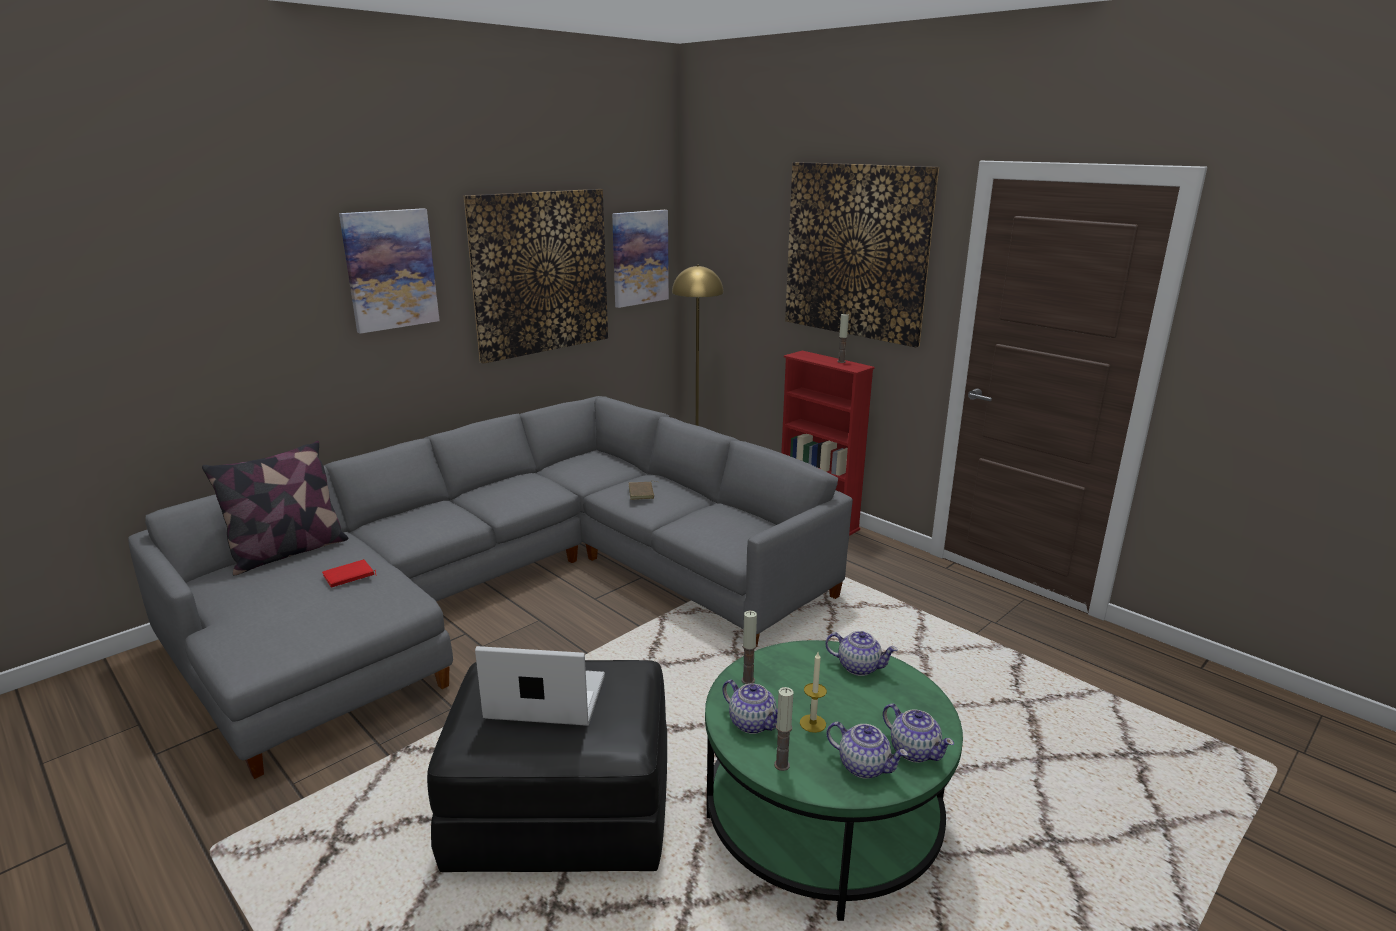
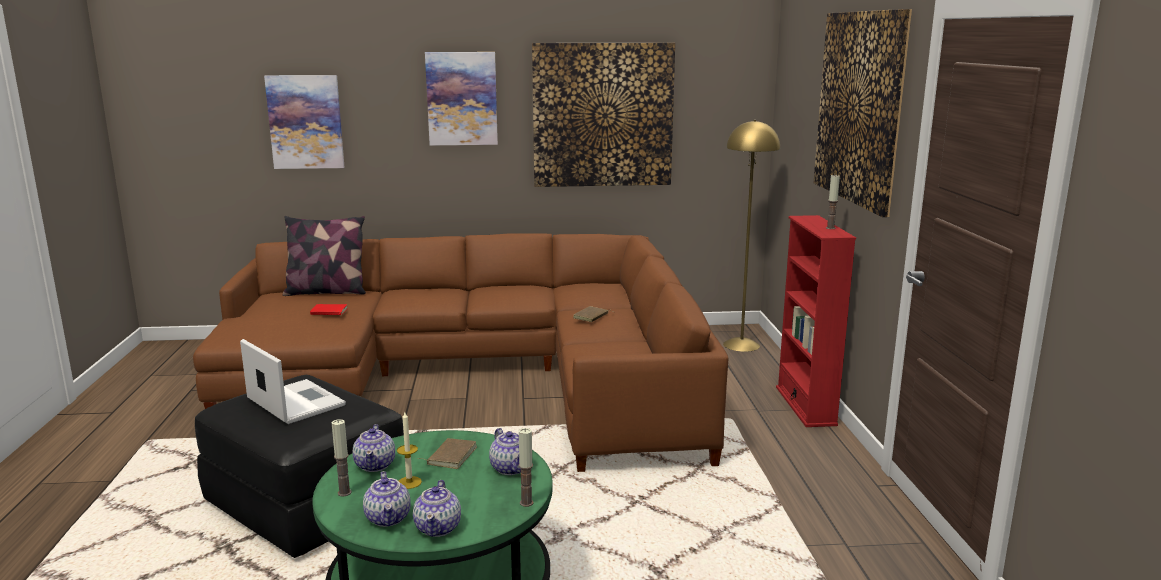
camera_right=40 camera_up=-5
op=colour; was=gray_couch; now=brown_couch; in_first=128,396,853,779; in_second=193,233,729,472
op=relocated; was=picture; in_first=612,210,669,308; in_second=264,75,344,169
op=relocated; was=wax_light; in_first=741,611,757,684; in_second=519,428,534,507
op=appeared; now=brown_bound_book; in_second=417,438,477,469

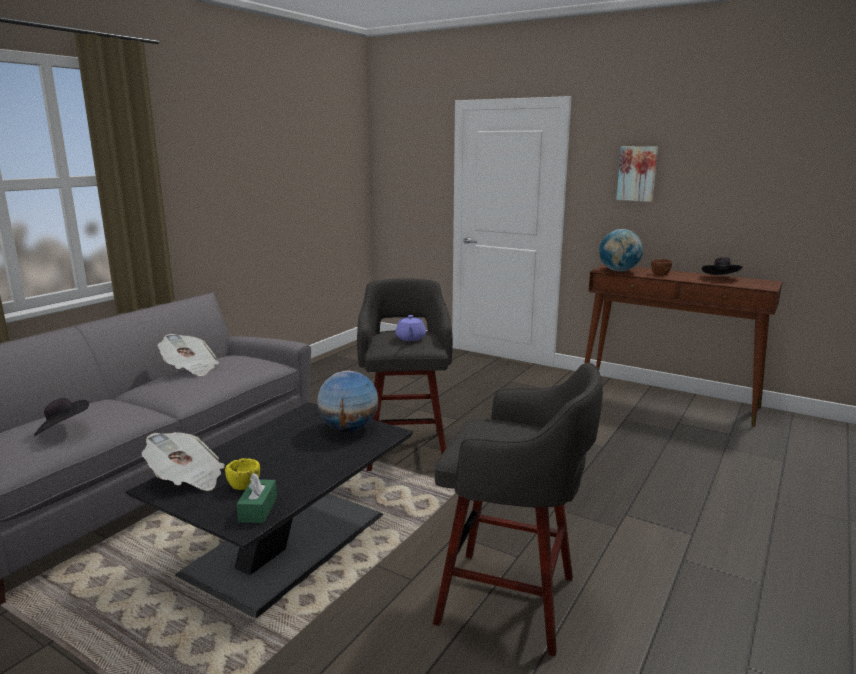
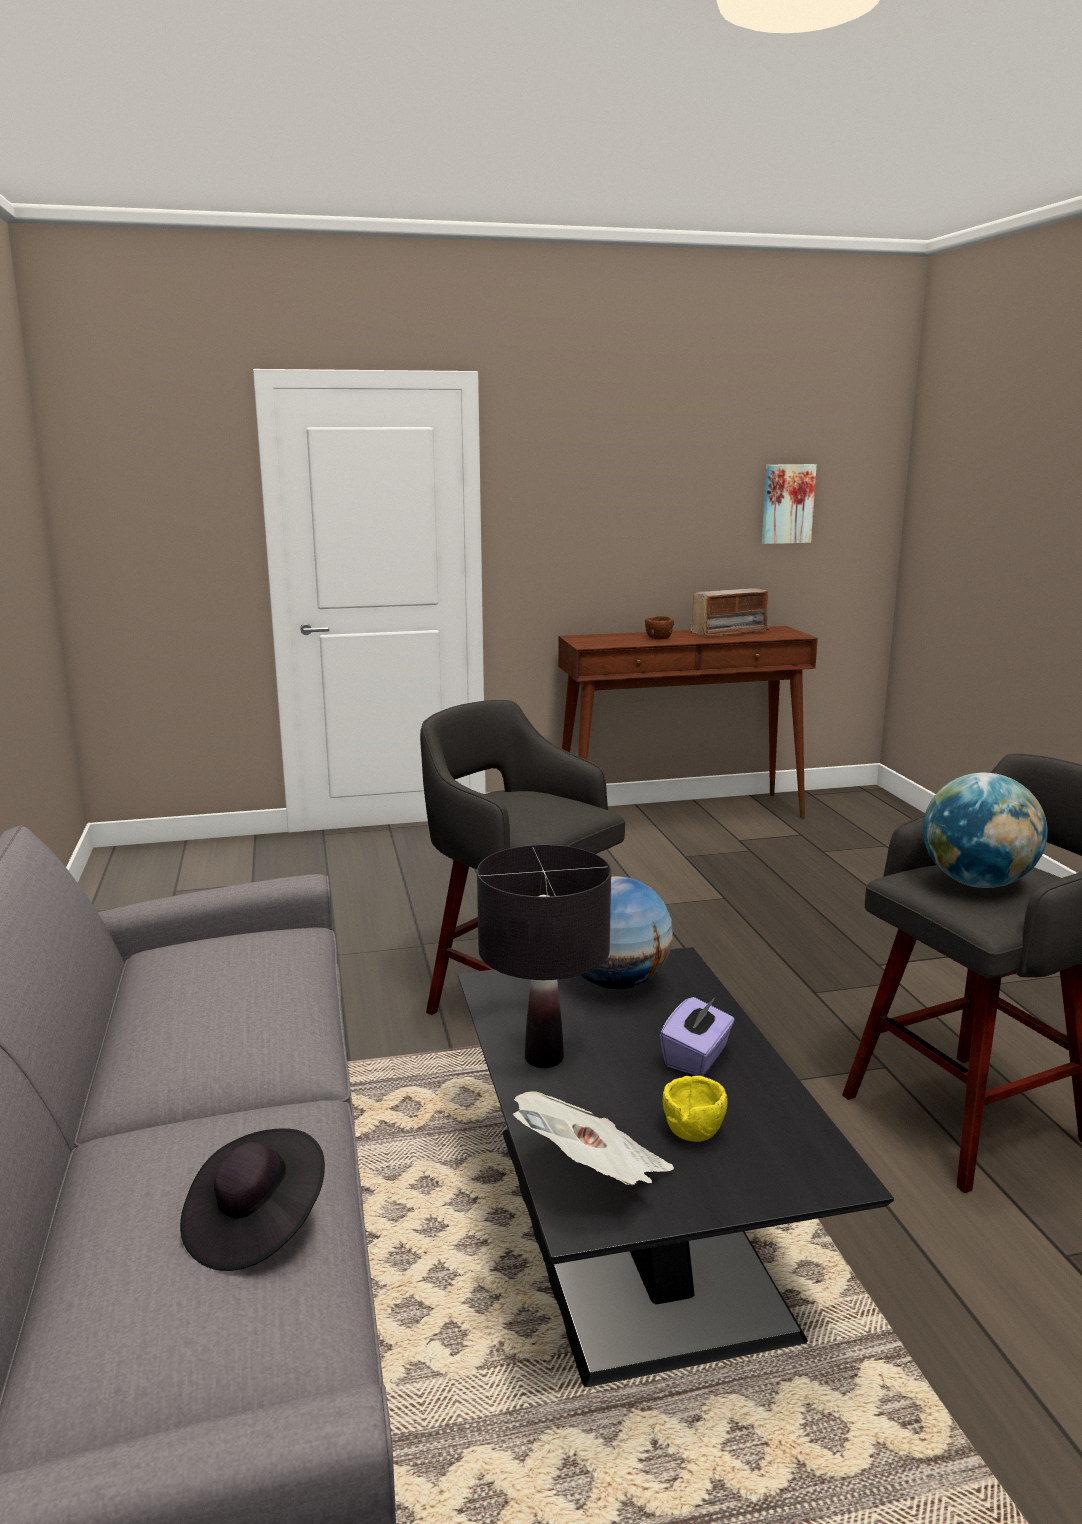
camera_right=-45 camera_up=0
op=missing; was=newspaper; in_first=158,334,219,376
op=missing; was=greenish_tissue_holder; in_first=237,473,277,523
op=missing; was=purplish_teapot; in_first=395,315,426,341
op=relocated; was=globe; in_first=599,229,643,271; in_second=923,773,1047,888
op=relocated; was=picture; in_first=616,146,658,202; in_second=762,464,817,544
op=exchanged; was=black_wearable_hat; now=radio_set; in_first=702,257,742,275; in_second=690,588,770,637
op=appeared; now=black_tabletop_lamp; in_second=477,845,611,1068
op=appeared; now=purplish_tissue_holder; in_second=660,997,735,1076

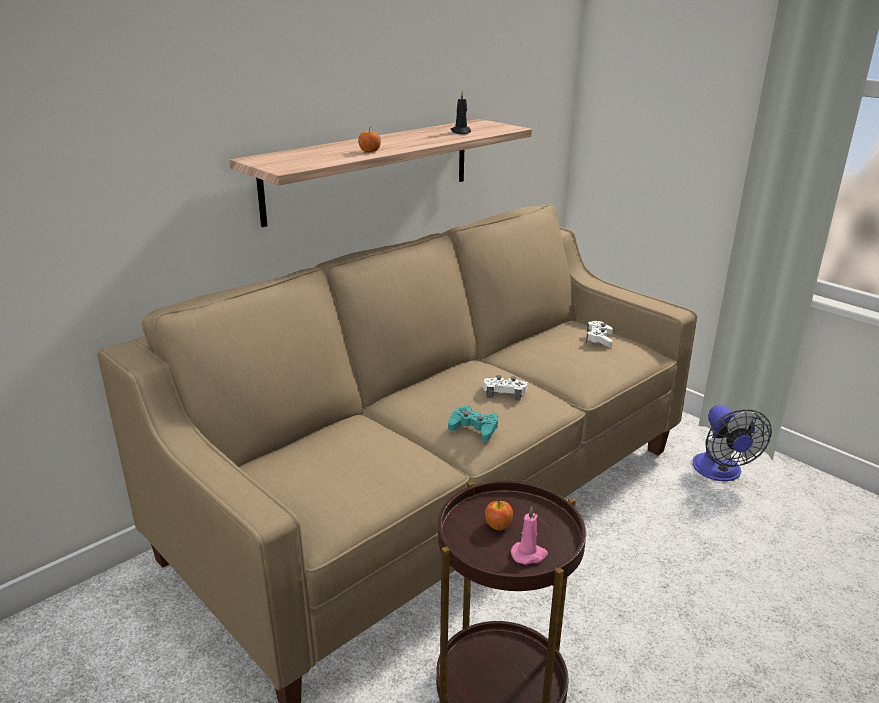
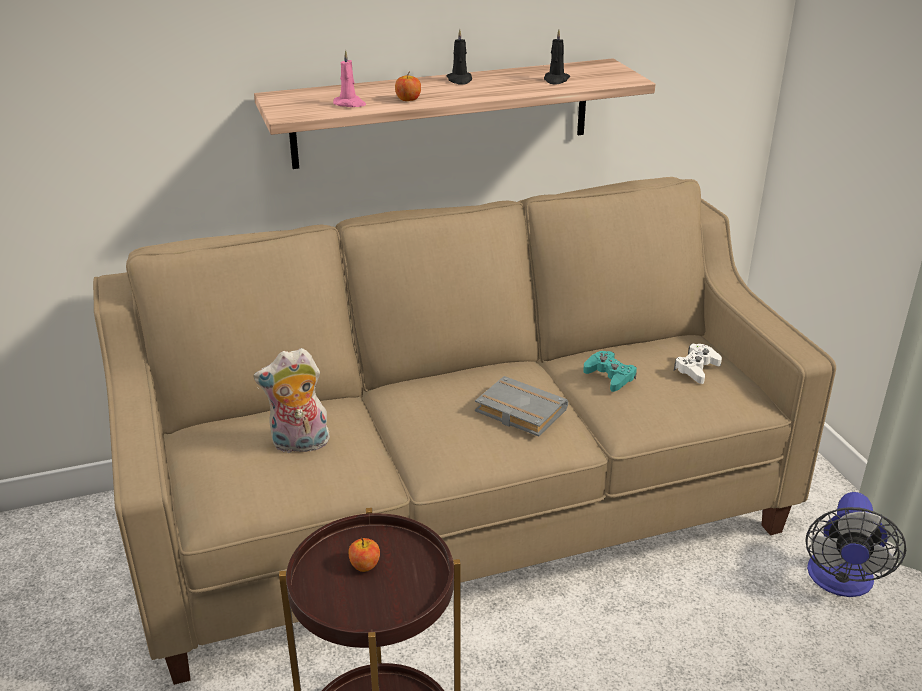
camera_right=25 camera_up=5
op=relocated; was=turquoise-coloured_gamepad; in_first=448,406,498,442; in_second=583,351,637,392
op=exchanged; was=white_gamepad; now=gray_bound_book; in_first=484,375,528,401; in_second=475,376,568,437
op=relocated; was=pink_wax_light; in_first=511,506,548,565; in_second=333,50,366,107
op=appeared; now=soft_toy; in_second=253,348,330,453
op=appeared; now=black_wax_light; in_second=446,29,472,85

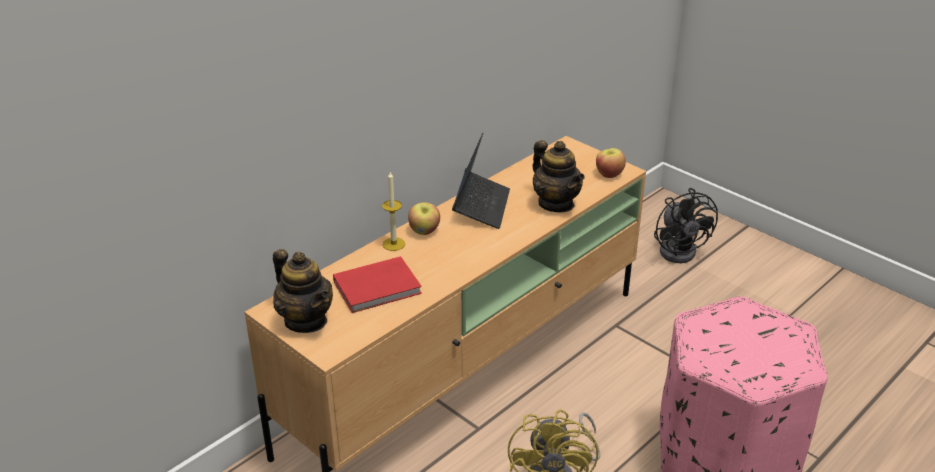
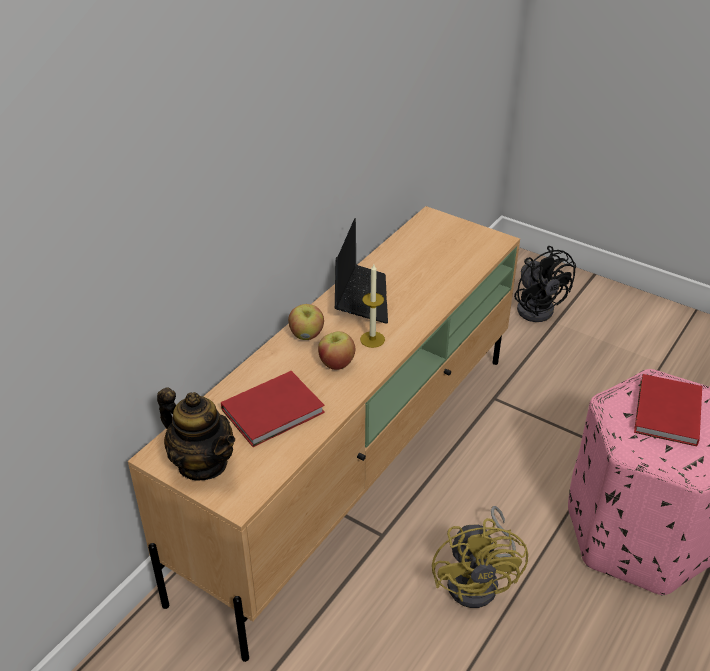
camera_right=-10 camera_up=5
op=relocated; was=wax_light; in_first=382,172,405,251; in_second=360,264,385,348
op=missing; was=teapot; in_first=533,140,585,212
op=relocated; was=apple; in_first=596,148,626,178; in_second=318,331,355,370
op=appeared; now=red_bound_book; in_second=634,374,702,446

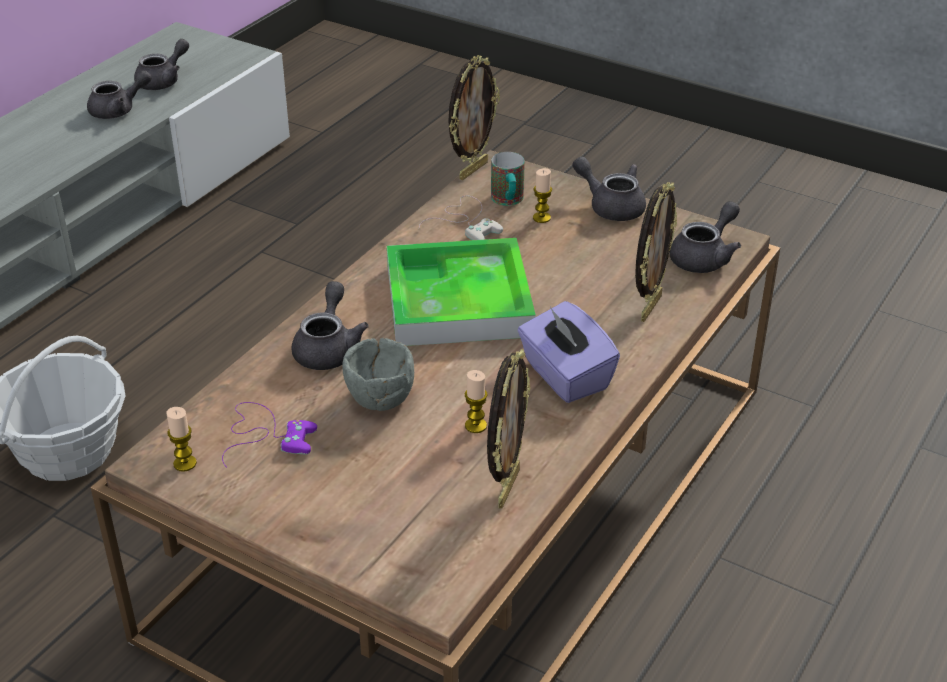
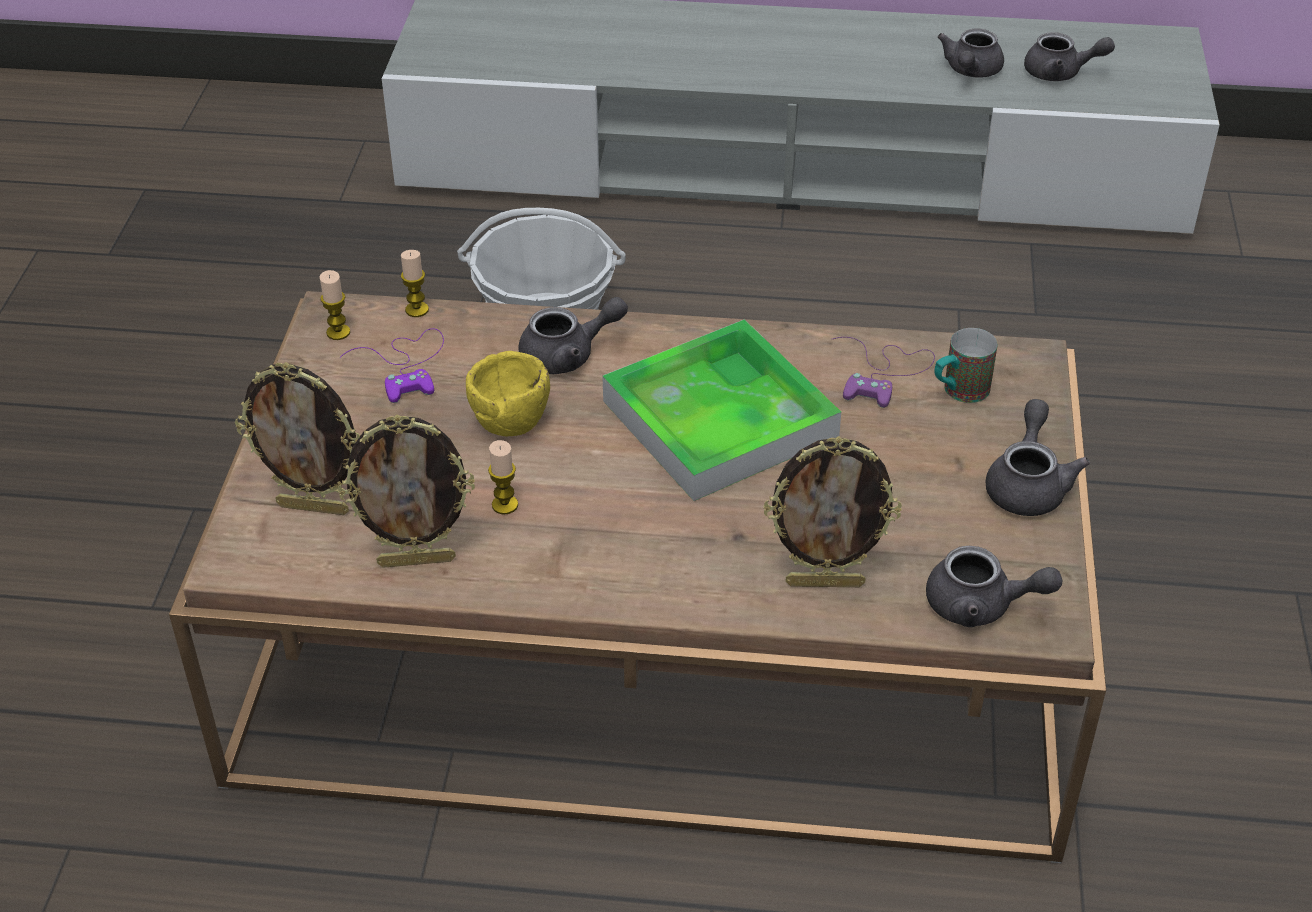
camera_right=65 camera_up=5
op=spun; was=gray_teapot; in_first=87,70,152,119; in_second=938,28,1004,78; clockwise=75
op=colour; was=gray_serving_bowl; now=yellowish_serving_bowl; in_first=342,338,414,411; in_second=466,351,550,436
op=colour; was=white_gamepad; now=purplish_gamepad; in_first=419,196,503,240; in_second=831,337,935,408
op=relocated; was=standing_frame; in_first=448,55,500,180; in_second=235,362,360,515
op=missing; was=purplish_tissue_holder; in_first=517,301,620,403
op=relocated; was=wax_light; in_first=533,168,552,223; in_second=401,250,429,317

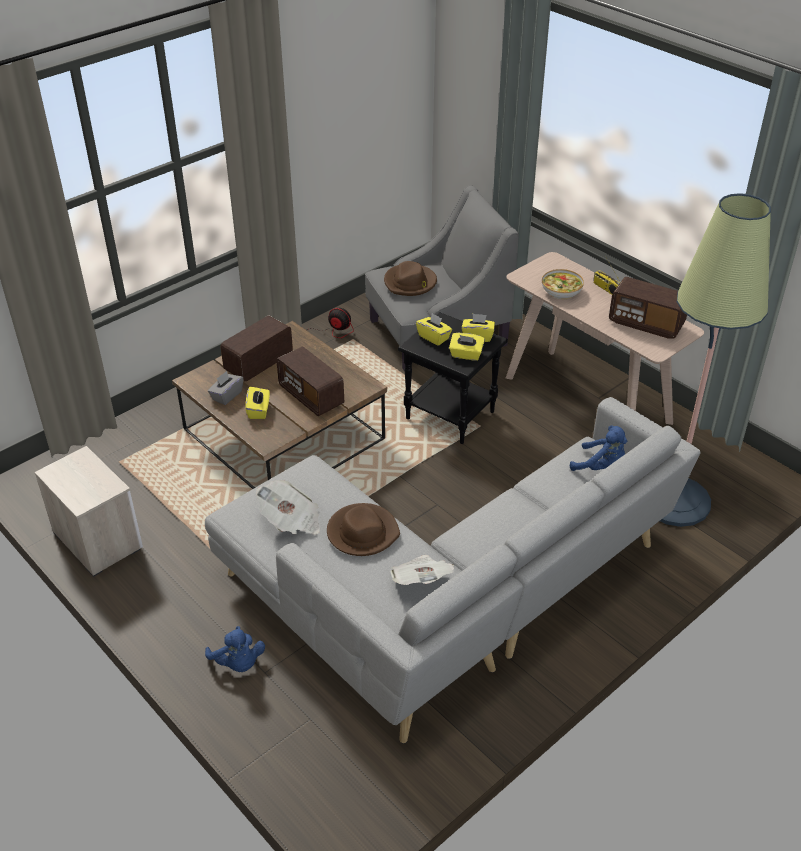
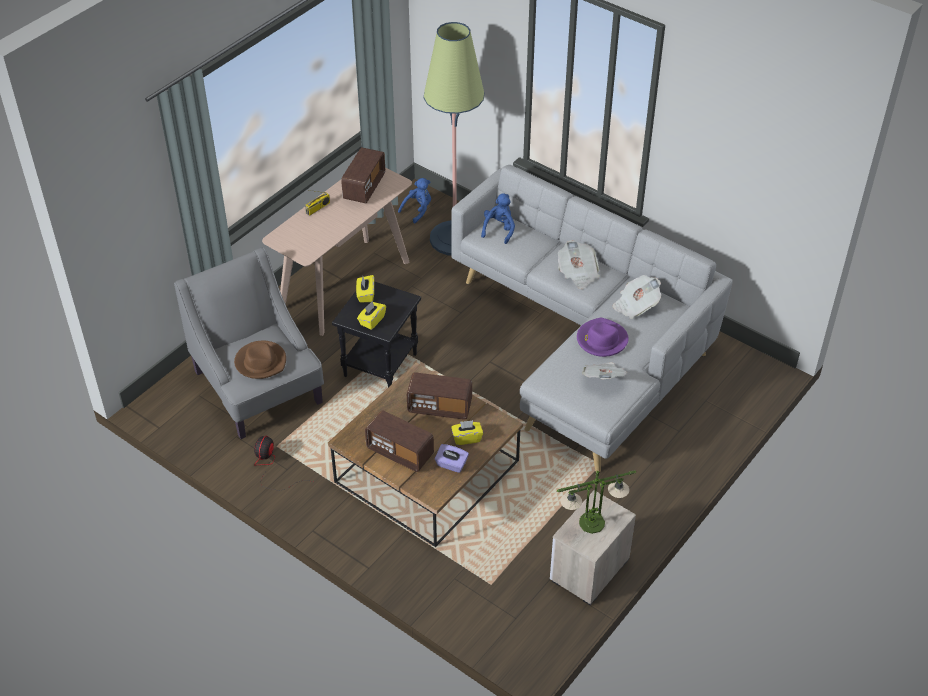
camera_right=-100 camera_up=5
op=relocated; was=blue_soft_toy; in_first=205,626,265,672; in_second=398,178,431,224
op=colour; was=gray_tissue_holder; now=purplish_tissue_holder; in_first=208,371,244,405; in_second=435,444,469,473
op=spun; was=radio_set; in_first=276,346,344,416; in_second=407,372,472,420; clockwise=60
op=colour; was=brown_wearable_hat; now=purplish_wearable_hat; in_first=327,503,400,556; in_second=577,318,629,357
op=missing; was=yellowish_tissue_holder; in_first=449,333,485,361
op=missing; was=serving_bowl; in_first=542,269,584,299
op=appeared; now=tabletop_lamp; in_second=557,470,636,534
op=appeared; now=newspaper; in_second=558,240,600,289

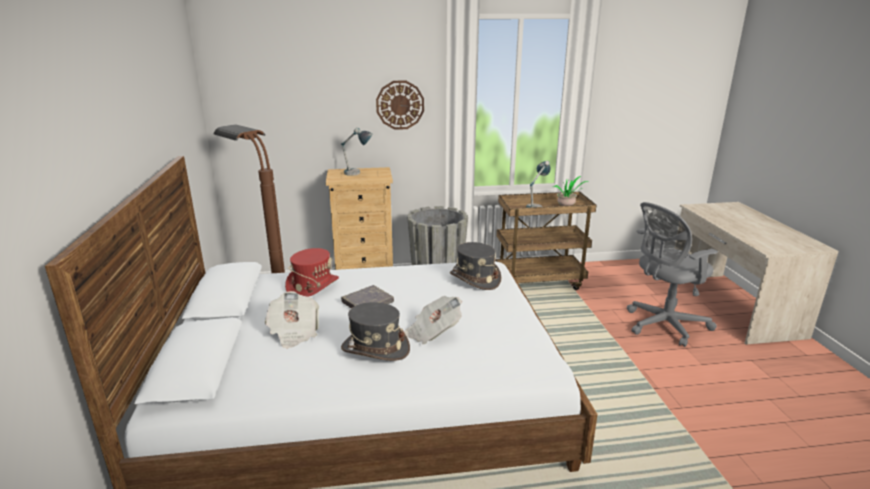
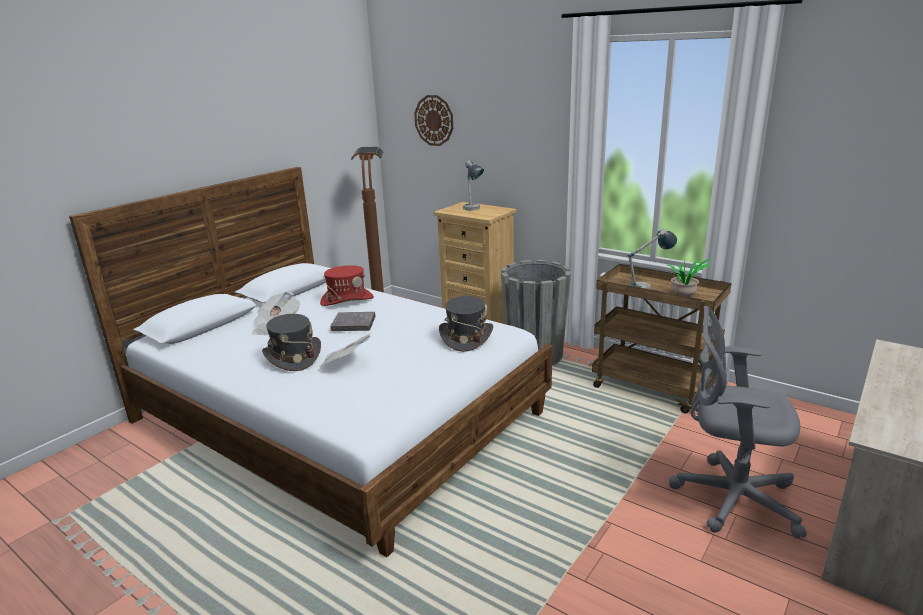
camera_right=45 camera_up=0
op=relocated; was=wall_clock; in_first=376,81,424,130; in_second=414,95,453,146

